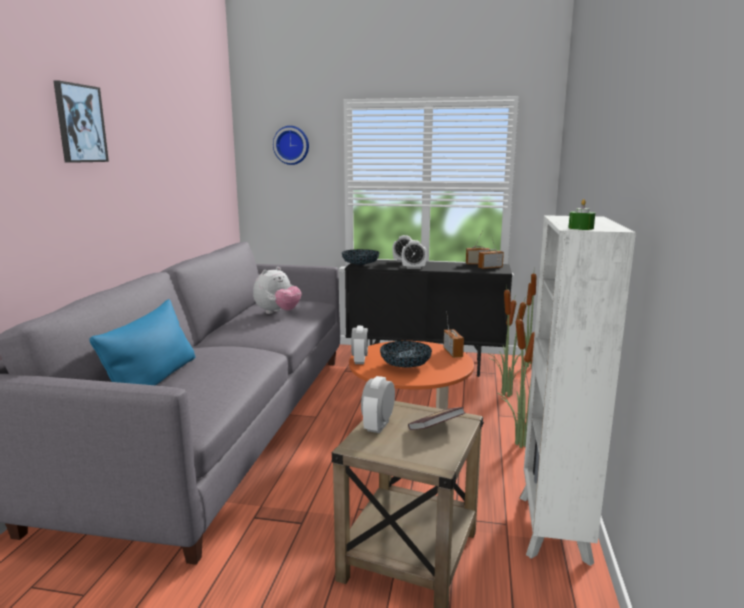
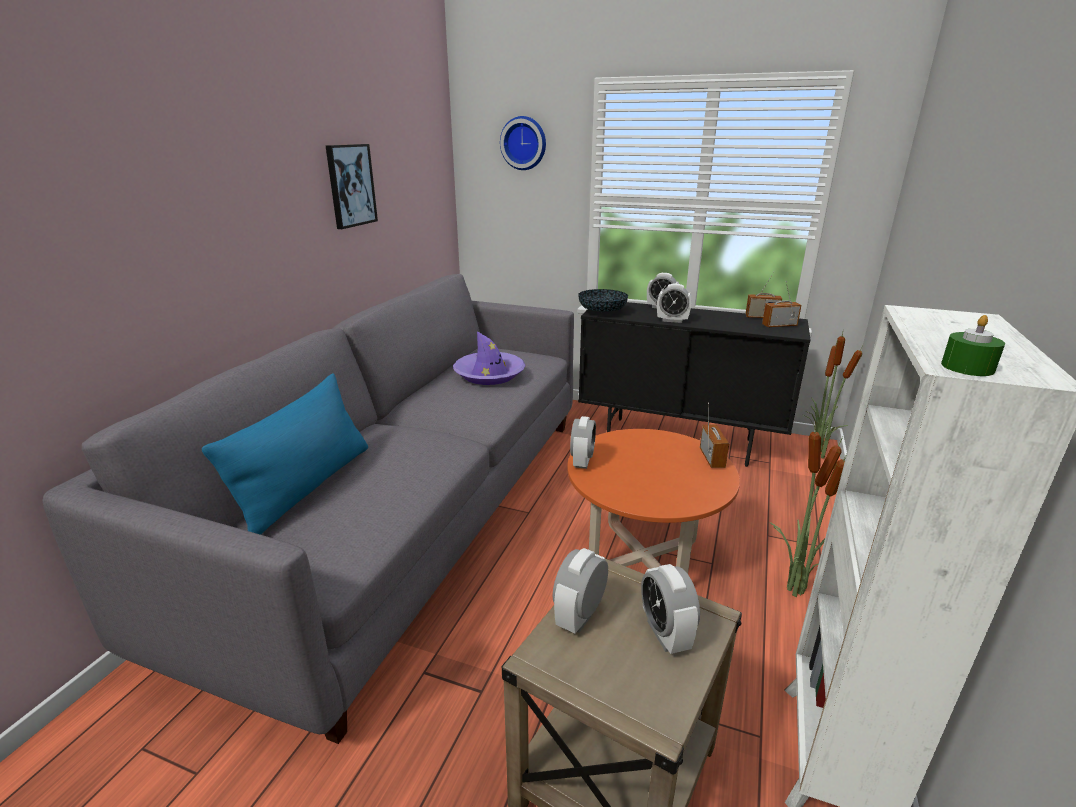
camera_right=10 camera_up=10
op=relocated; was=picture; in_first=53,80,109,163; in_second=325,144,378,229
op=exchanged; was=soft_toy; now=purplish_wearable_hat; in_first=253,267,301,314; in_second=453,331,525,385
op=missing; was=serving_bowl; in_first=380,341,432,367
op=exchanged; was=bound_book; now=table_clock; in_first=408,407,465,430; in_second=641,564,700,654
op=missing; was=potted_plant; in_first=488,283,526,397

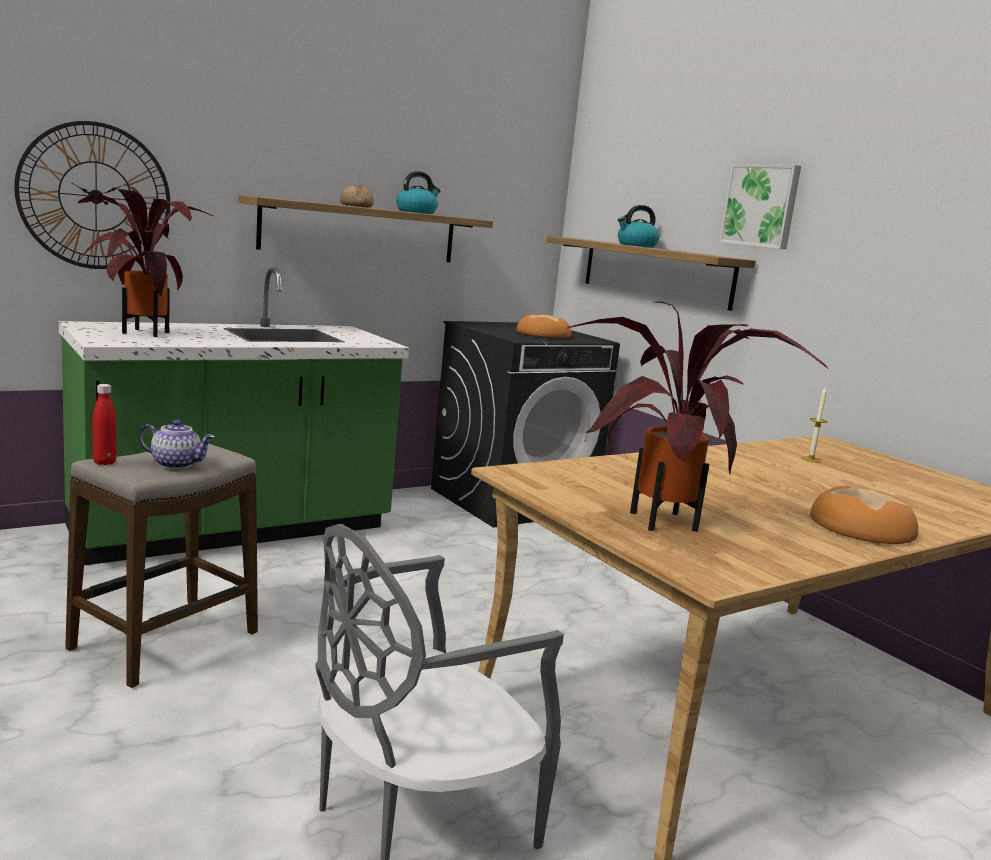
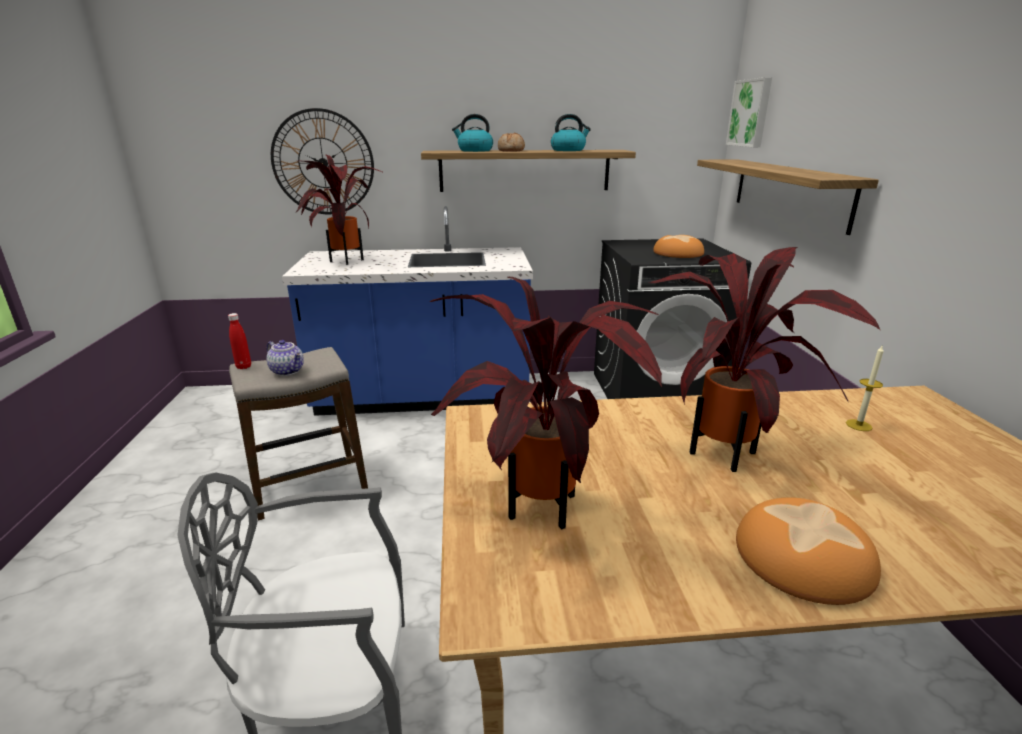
camera_right=30 camera_up=10
op=colour; was=greenish_kitchen_base_unit; now=blue_kitchen_base_unit; in_first=59,268,409,565; in_second=282,206,533,416
op=relocated; was=kettle; in_first=618,205,660,248; in_second=452,114,493,152
op=relocated; was=picture; in_first=719,164,801,249; in_second=726,77,772,147
op=appeared; now=potted_plant; in_second=649,247,880,472

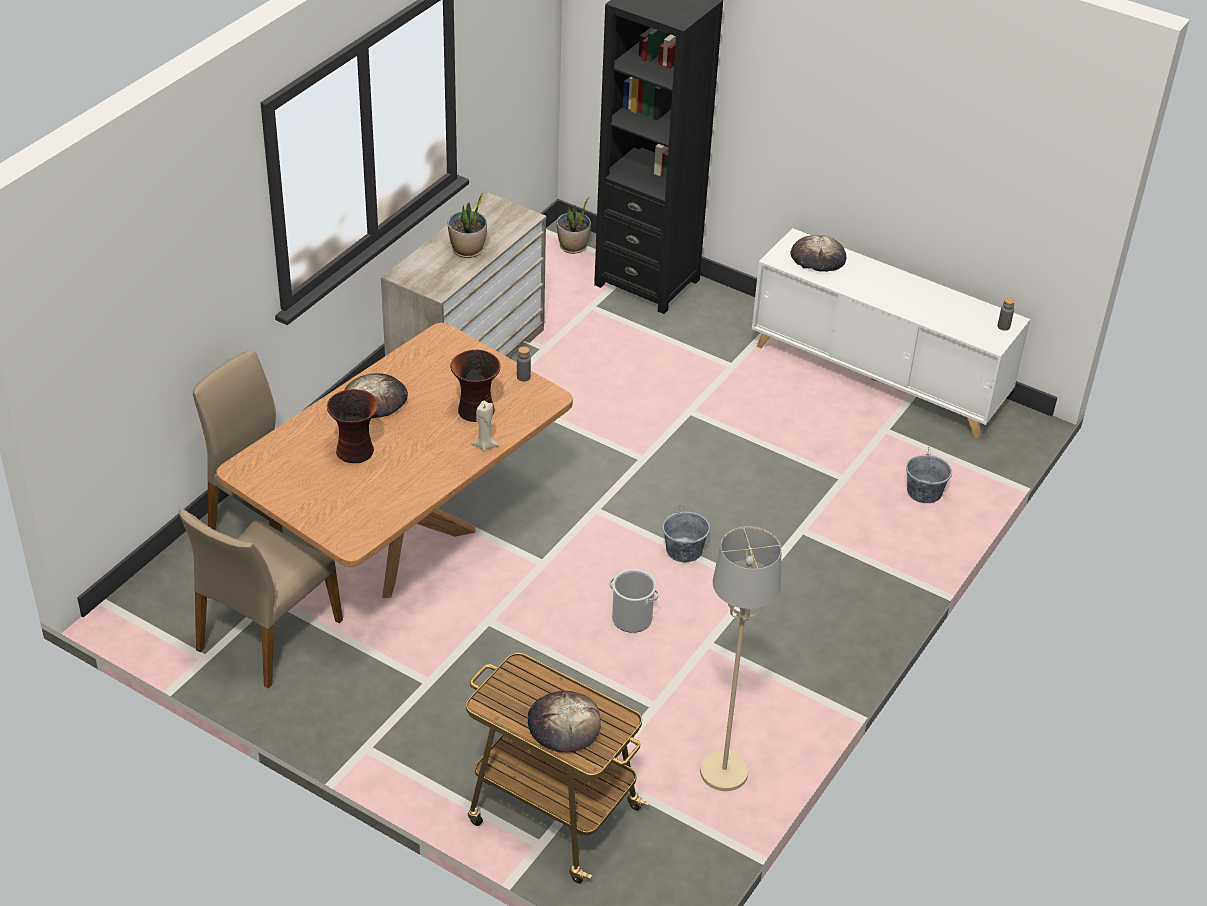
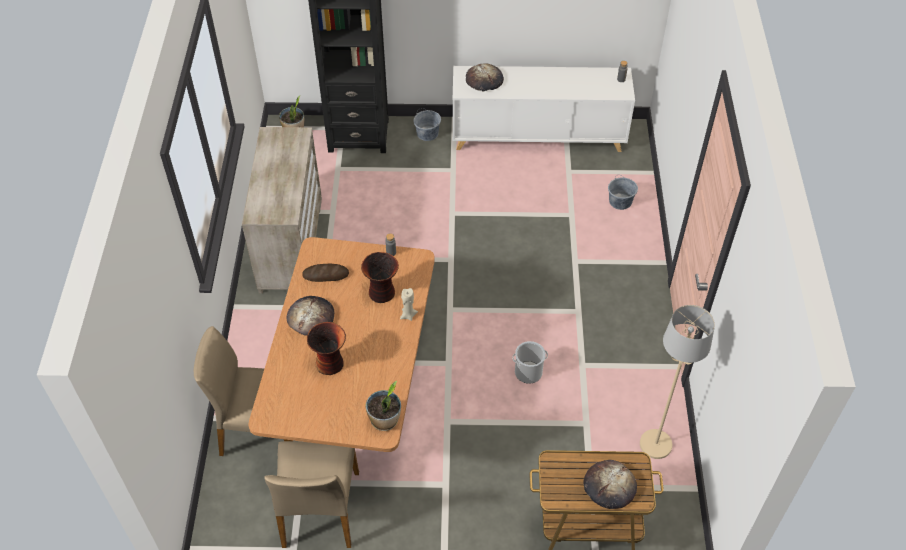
camera_right=-30 camera_up=10
op=relocated; was=potted_plant; in_first=447,192,487,258; in_second=365,381,401,431
op=relocated; was=gray_pail; in_first=662,505,710,562; in_second=413,108,441,141
op=appeared; now=bakery_bread; in_second=302,264,349,282

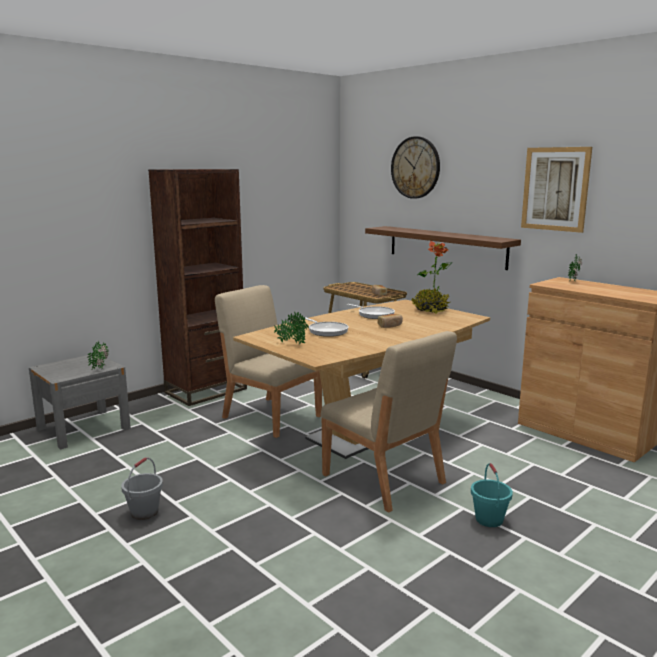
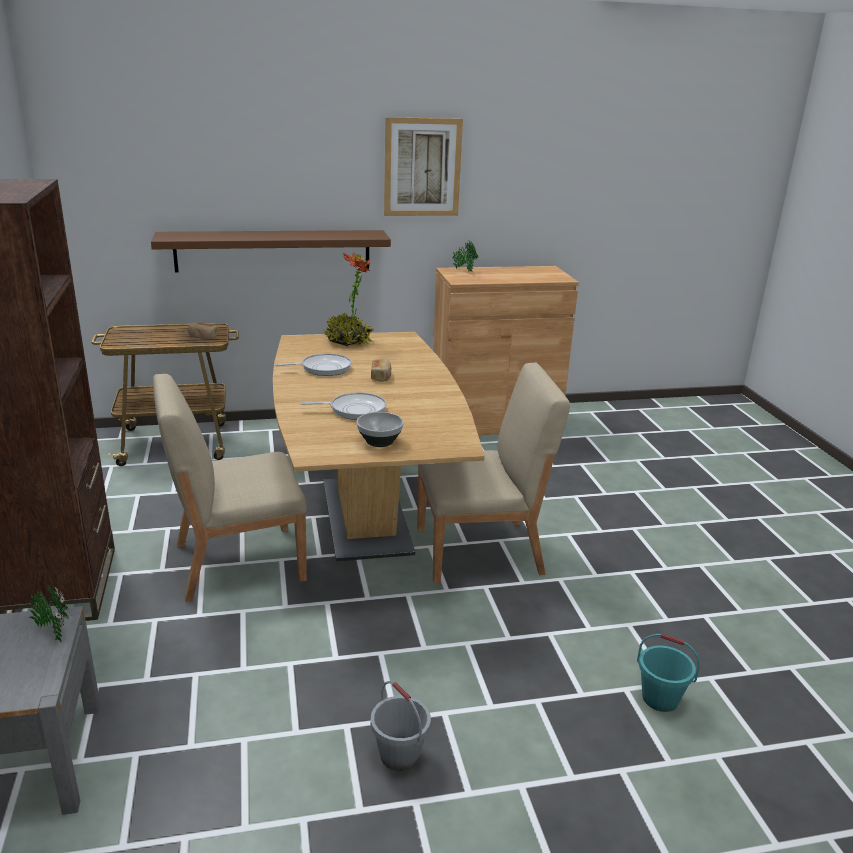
camera_right=-60 camera_up=10
op=exchanged; was=potted_plant; now=serving_bowl; in_first=274,311,309,344; in_second=357,412,404,447
op=missing; was=wall_clock; in_first=391,136,440,199
op=relocated; was=turquoise-coloured_pail; in_first=471,463,513,527; in_second=637,633,700,712

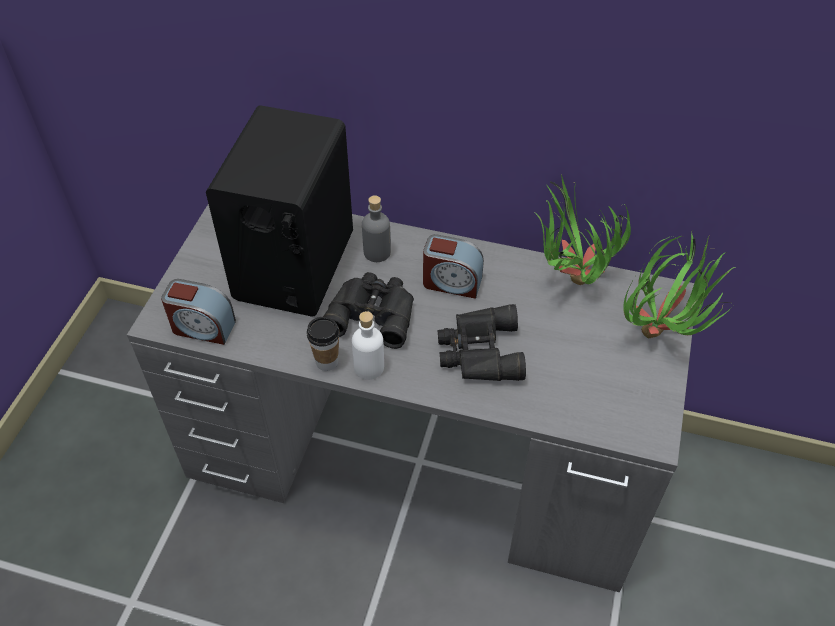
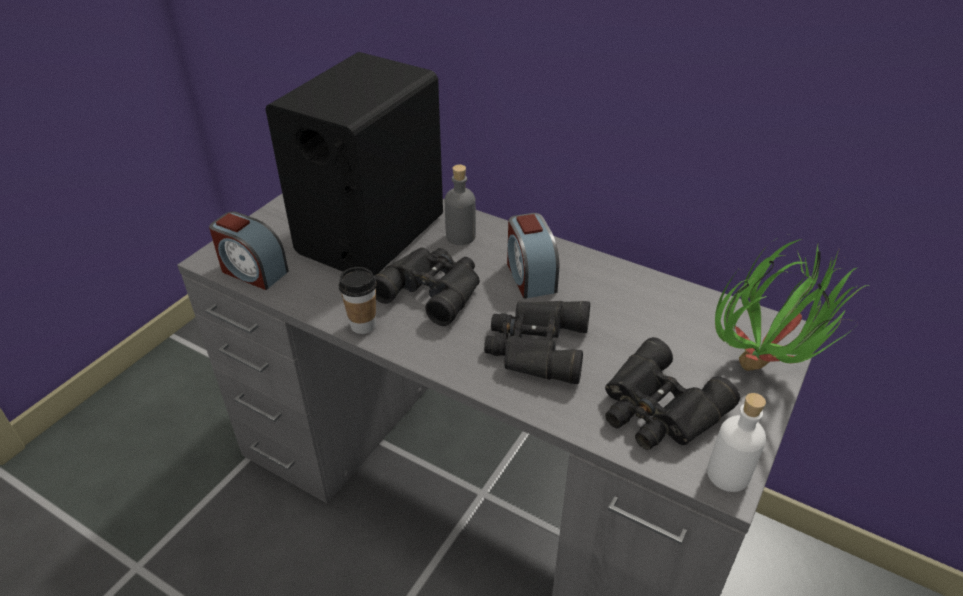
camera_right=15 camera_up=-10
op=relocated; was=white_beverage_bottle; in_first=352,311,384,380; in_second=707,393,766,492
op=spun; was=table_clock; in_first=423,234,484,299; in_second=507,213,559,299; clockwise=45
op=missing; was=potted_plant; in_first=534,175,631,285
op=appeared; now=black_field_glasses; in_second=605,337,740,450

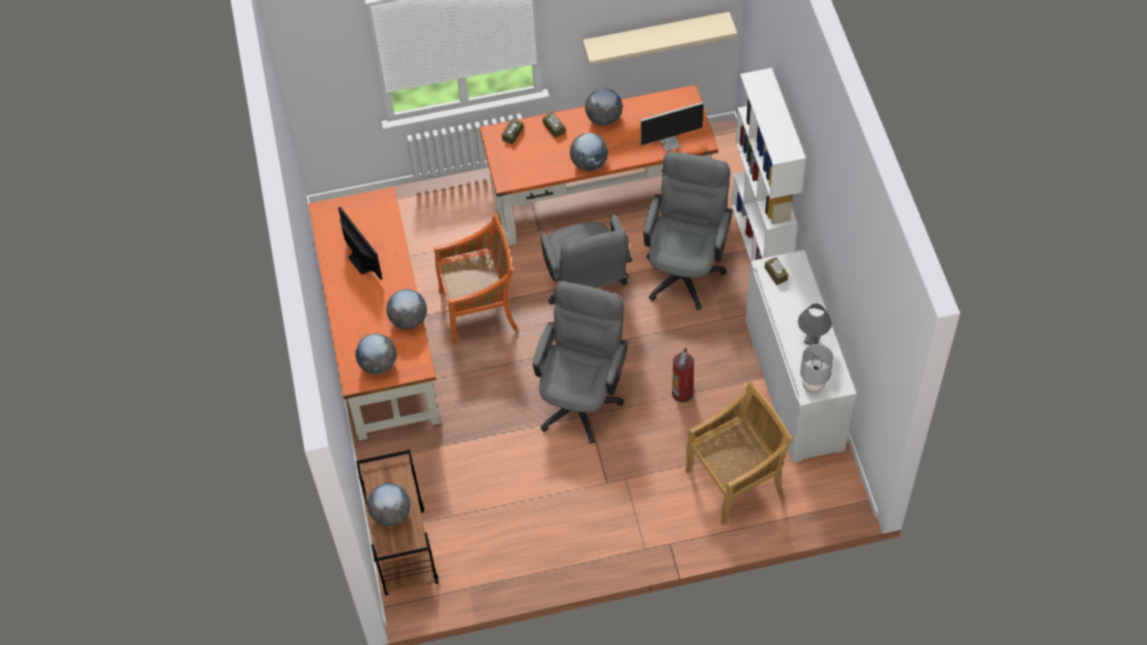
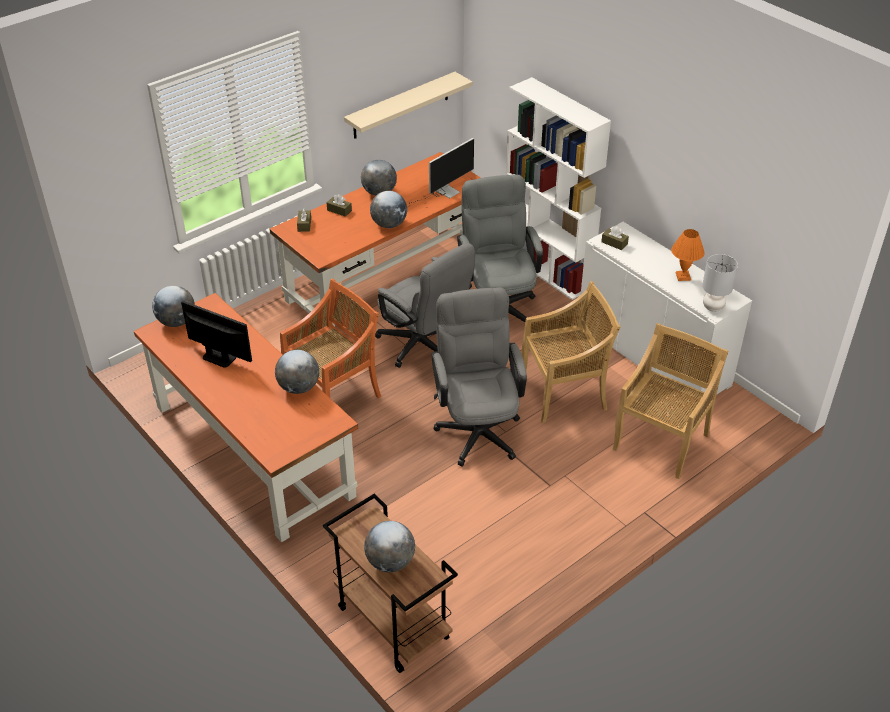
camera_right=-30 camera_up=-15
op=relocated; was=globe; in_first=356,334,397,374; in_second=152,286,195,327
op=exchanged; was=fire-fighting_cylinder; now=beige-coloured_upright_chair; in_first=672,348,694,402; in_second=522,281,621,423
op=colour; was=gray_tabletop_lamp; now=orange_tabletop_lamp; in_first=798,304,832,345; in_second=671,229,705,281

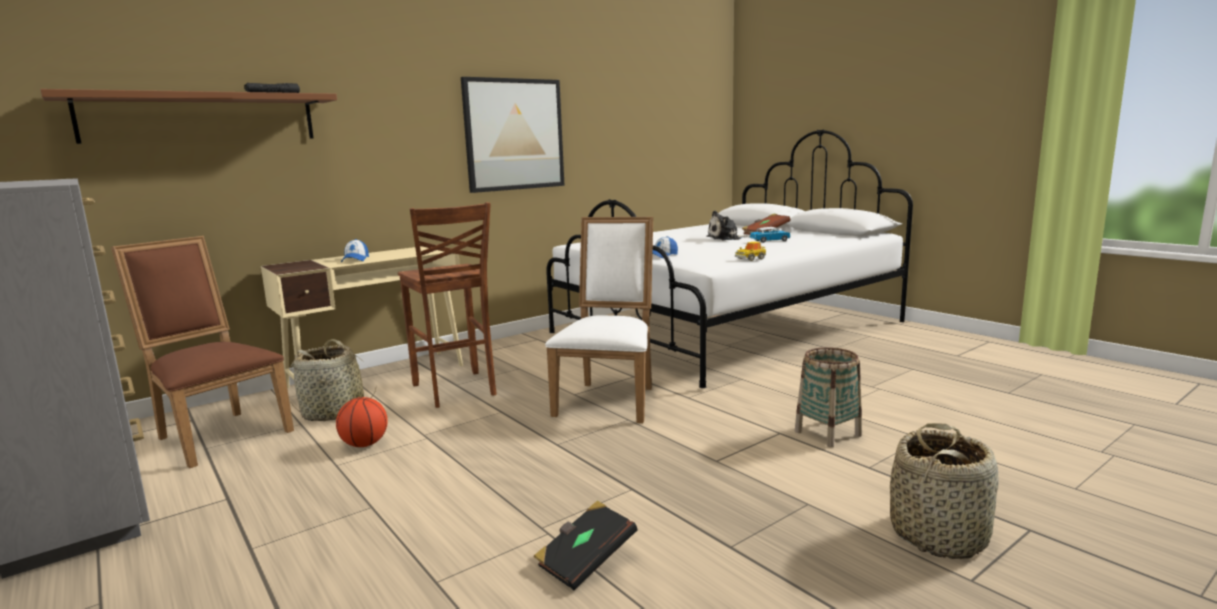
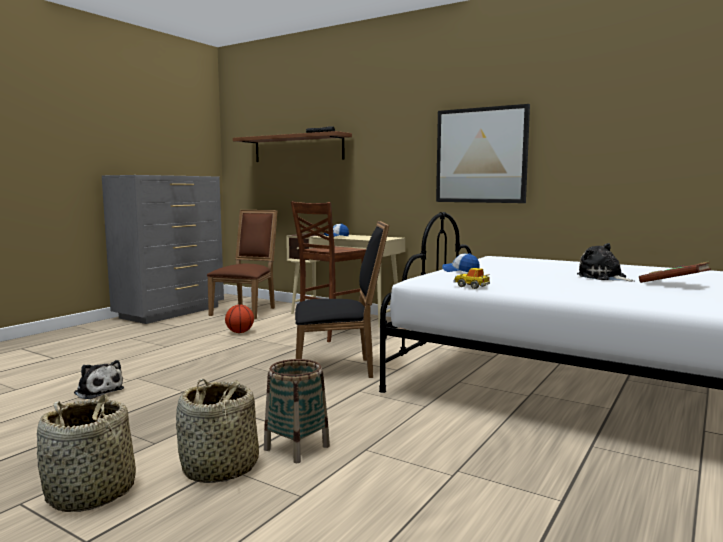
camera_right=70 camera_up=-5
op=relocated; was=storage_basket; in_first=289,339,377,421; in_second=176,379,259,483
op=exchanged; was=black_bound_book; now=soft_toy; in_first=534,500,638,590; in_second=74,360,124,399
op=colour; was=white_upright_chair; now=black_upright_chair; in_first=545,217,653,423; in_second=295,221,389,378
op=missing; was=miniature_car; in_first=750,227,791,243

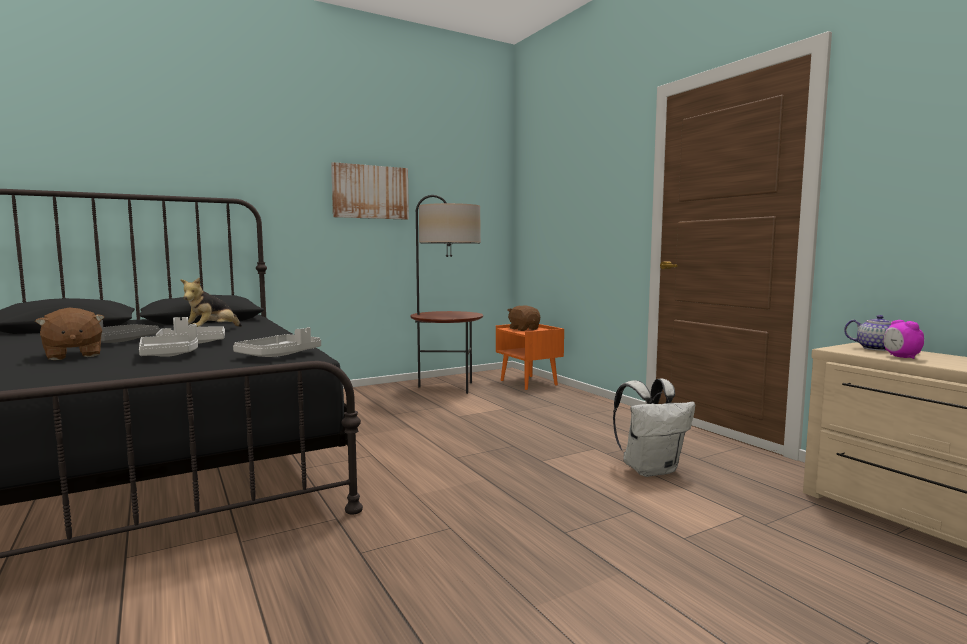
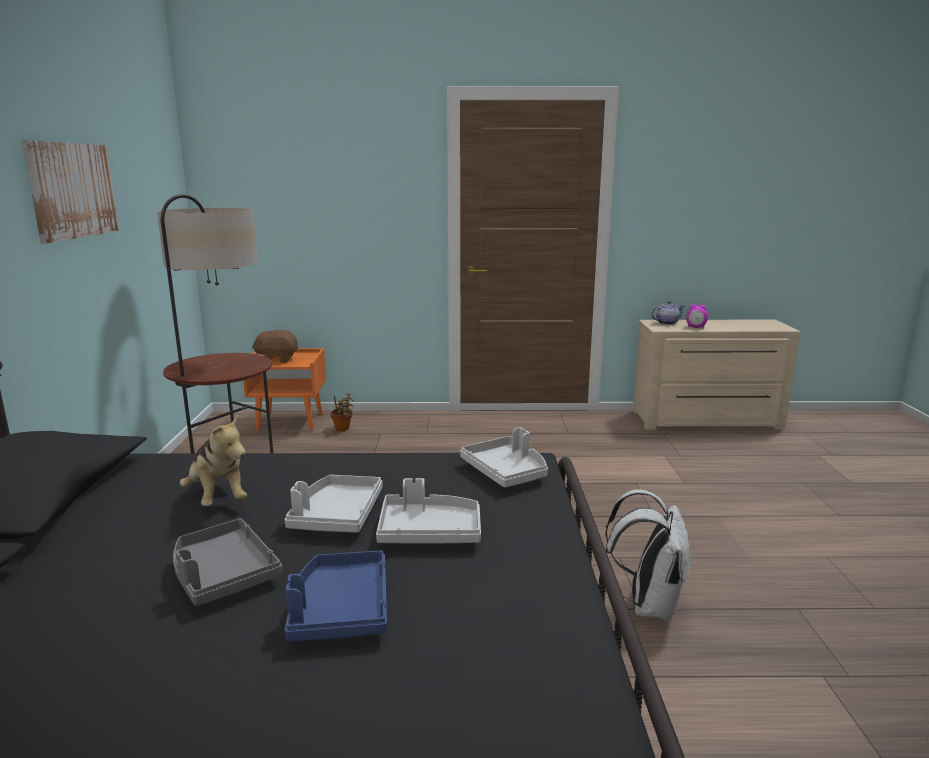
camera_right=-60 camera_up=10
op=exchanged; was=brown_soft_toy; now=blue_carrying_tray; in_first=35,308,105,360; in_second=285,550,387,641
op=relocated; was=white_knapsack; in_first=613,378,695,477; in_second=605,489,691,621
op=appeared; now=potted_plant; in_second=330,392,353,431

